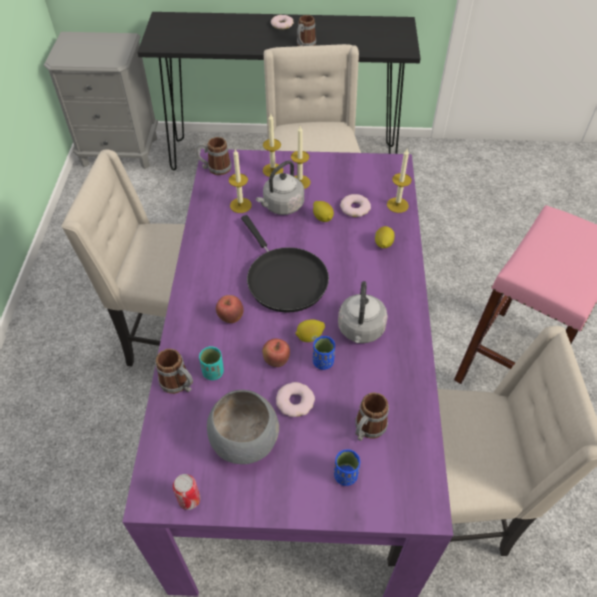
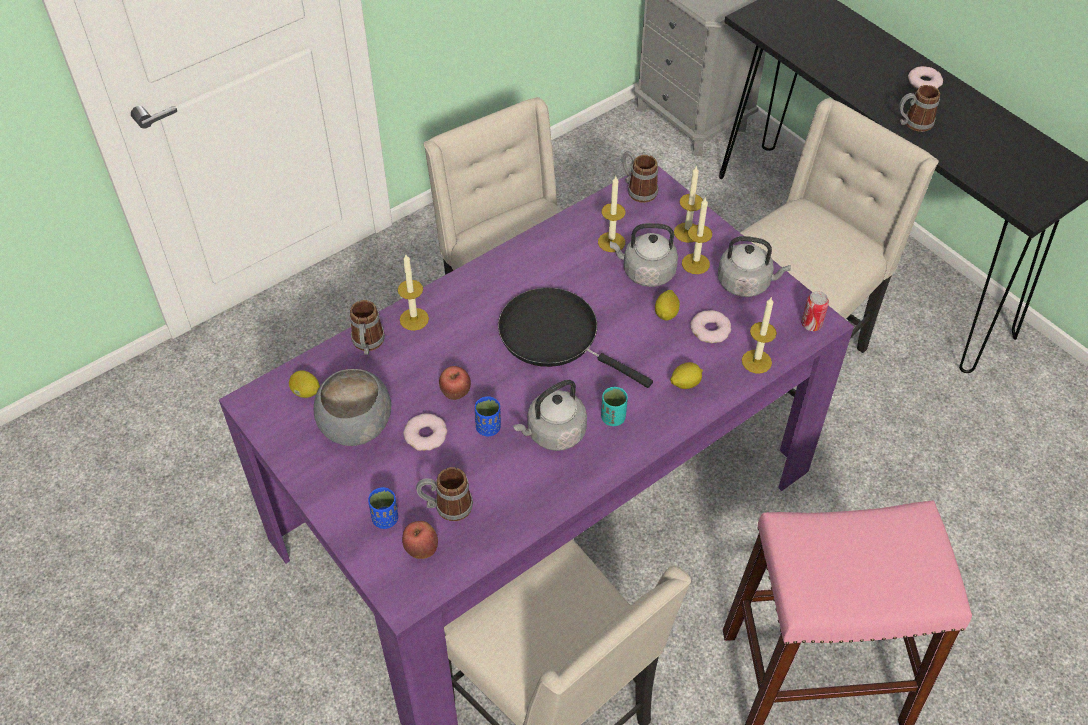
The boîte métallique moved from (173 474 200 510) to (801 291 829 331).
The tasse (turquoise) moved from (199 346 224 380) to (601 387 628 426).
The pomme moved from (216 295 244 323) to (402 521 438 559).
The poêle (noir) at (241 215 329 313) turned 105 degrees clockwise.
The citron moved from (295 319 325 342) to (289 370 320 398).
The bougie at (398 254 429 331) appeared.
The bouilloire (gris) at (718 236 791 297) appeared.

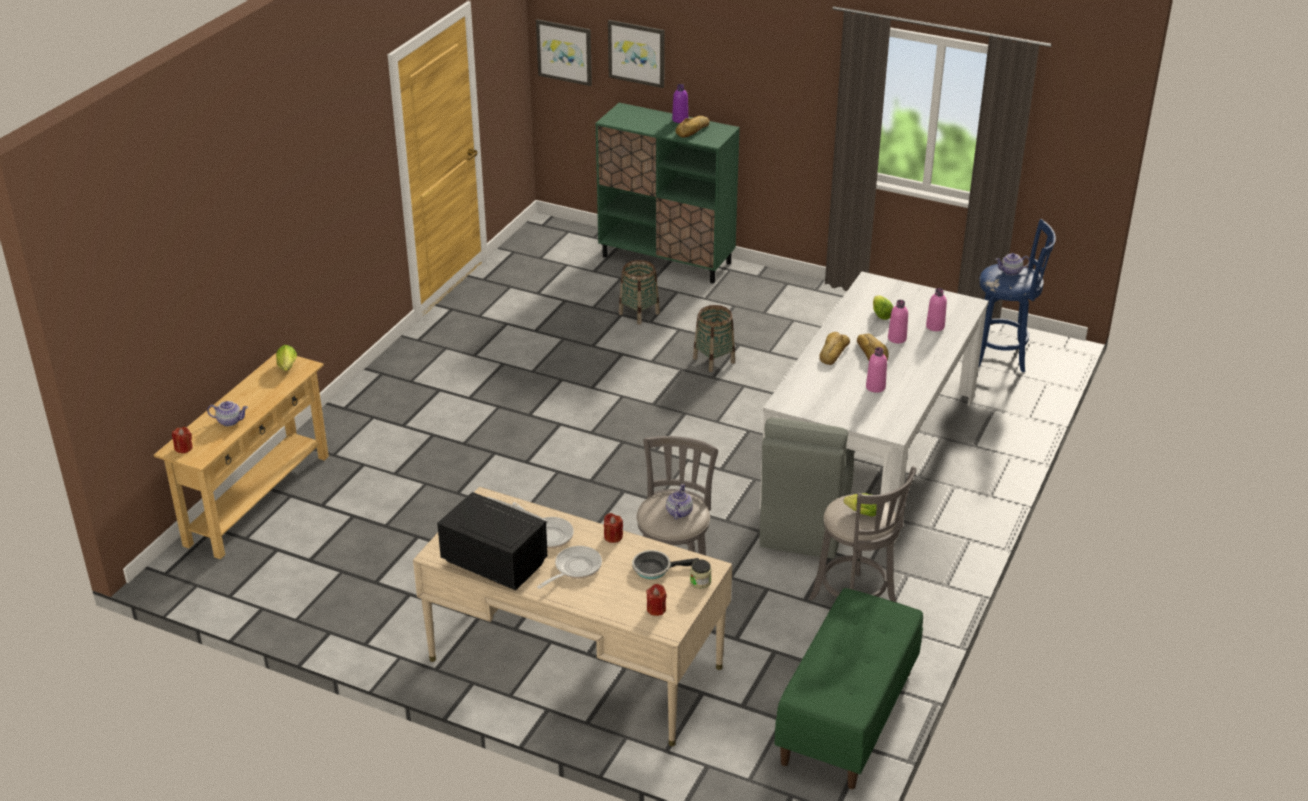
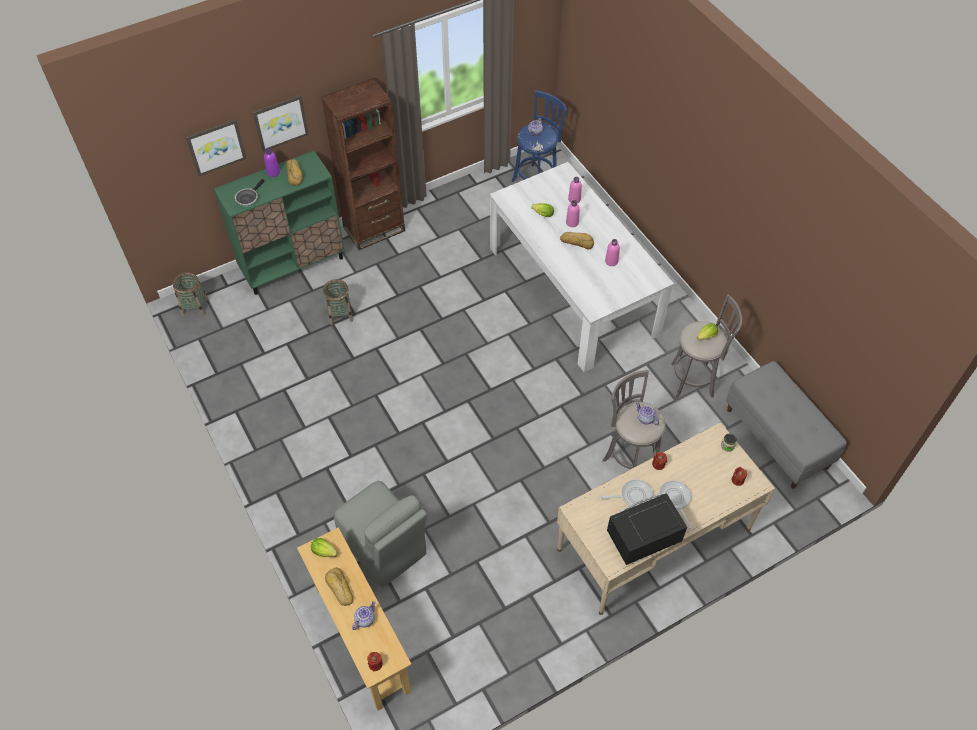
The tableau moved from (536 19 592 86) to (253 95 309 152).
The poêle moved from (632 550 699 579) to (235 179 264 207).
The panier moved from (693 305 735 372) to (173 272 208 316).
The chaise (gris) moved from (760 418 855 559) to (334 481 427 587).
The banc (vert) at (774 588 923 789) became the banc (gris) at (726 361 847 489).
The pain moved from (820 332 850 365) to (325 568 354 606).
The bibliothèque (marron) at (321 78 405 250) appeared.

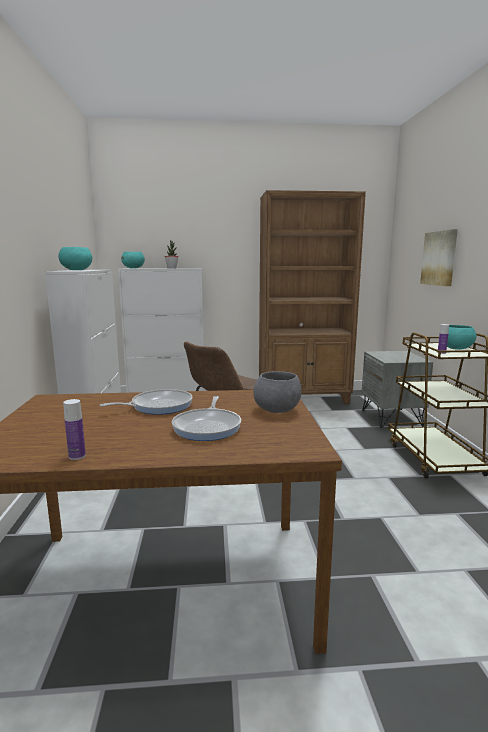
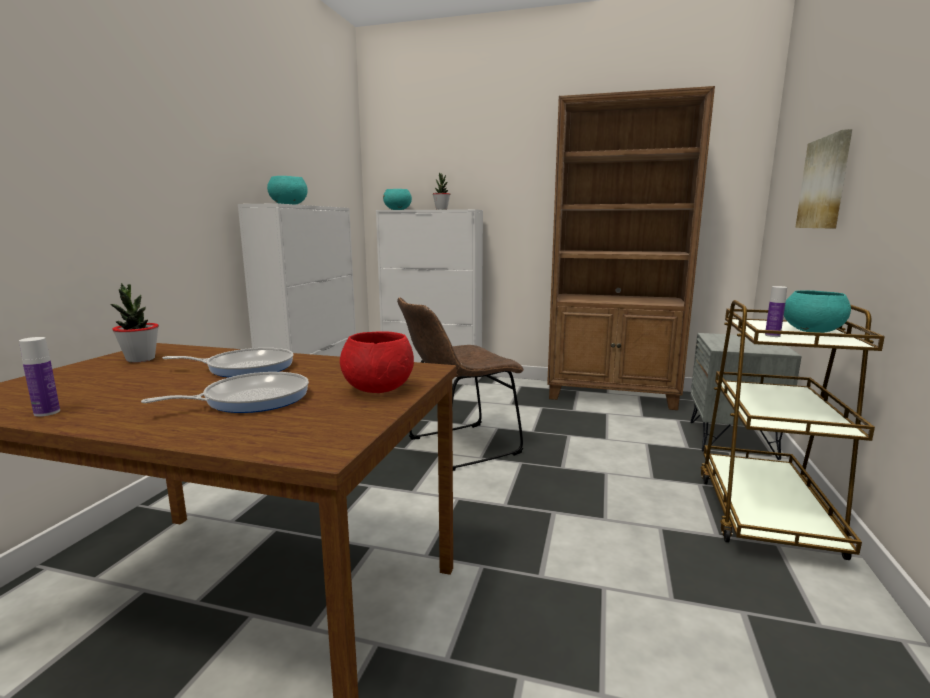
The poêle at (172 396 241 441) turned 150 degrees counterclockwise.
The bol (gris) at (253 371 302 413) became the bol (rouge) at (340 331 414 393).
The plante en pot at (110 283 159 363) appeared.

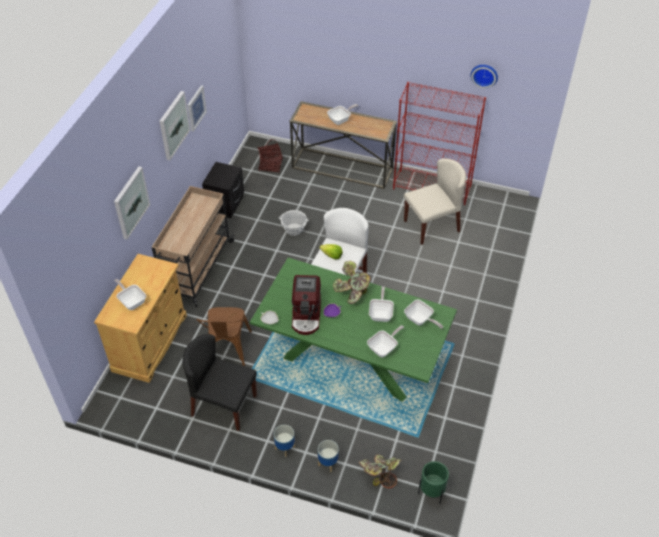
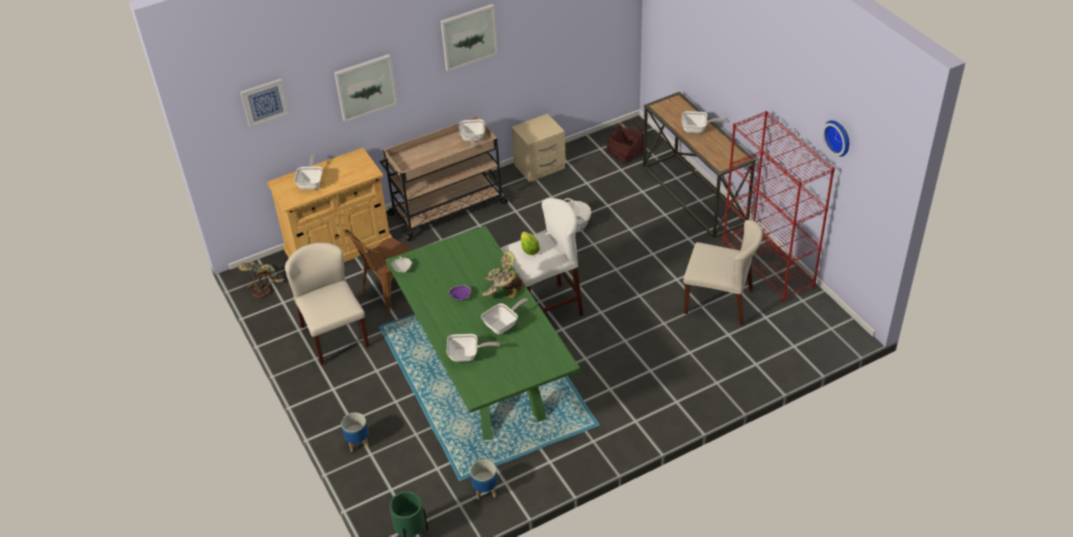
The chaise (noir) at (182 334 257 431) became the chaise (beige) at (285 242 369 365).
The tableau moved from (187 85 207 132) to (240 79 289 128).
The table de chevet (noir) at (202 162 244 218) became the table de chevet (beige) at (512 114 566 182).
The cache-pot moved from (274 425 295 457) to (470 460 497 500).
The machine à café at (292 275 321 335) disappeared.
The plante en pot moved from (359 454 401 489) to (238 261 284 298).
The poêle moved from (404 299 443 329) to (459 119 485 148).

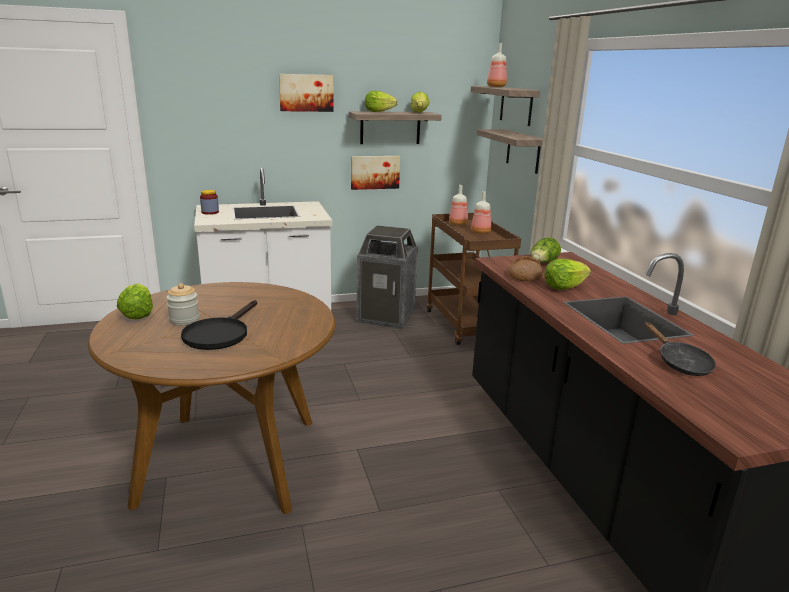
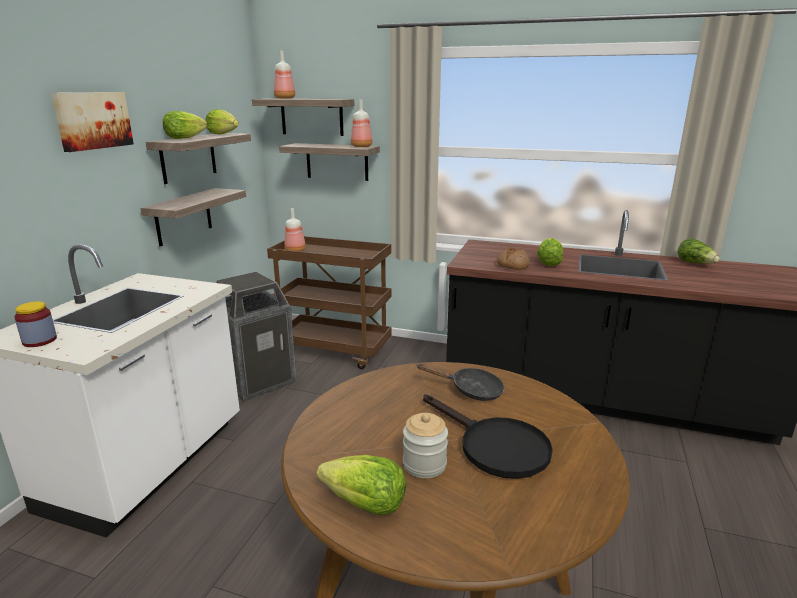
The tableau at (351 156 400 190) was replaced by the étagère at (141 188 246 246).
The bouteille moved from (471 192 491 234) to (351 100 372 147).
The laitue moved from (530 237 561 263) to (678 238 720 264).
The poêle (noir) moved from (645 322 716 376) to (418 363 504 401).

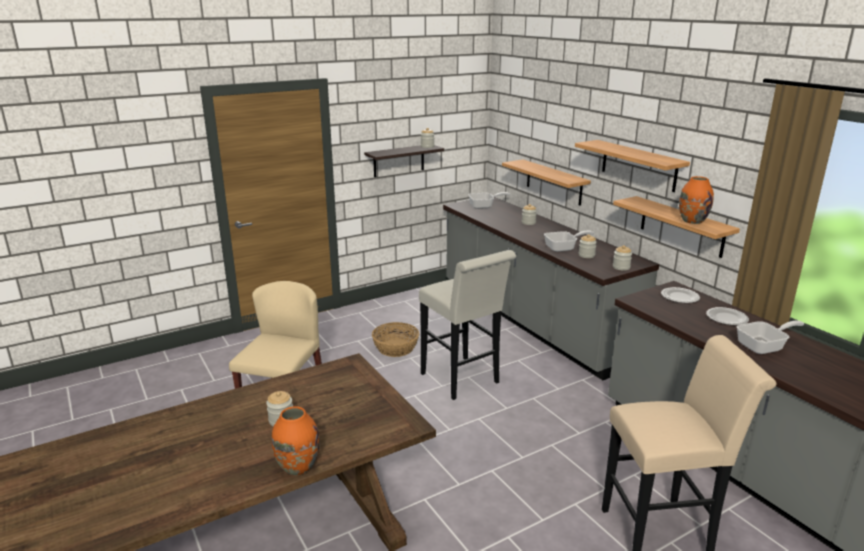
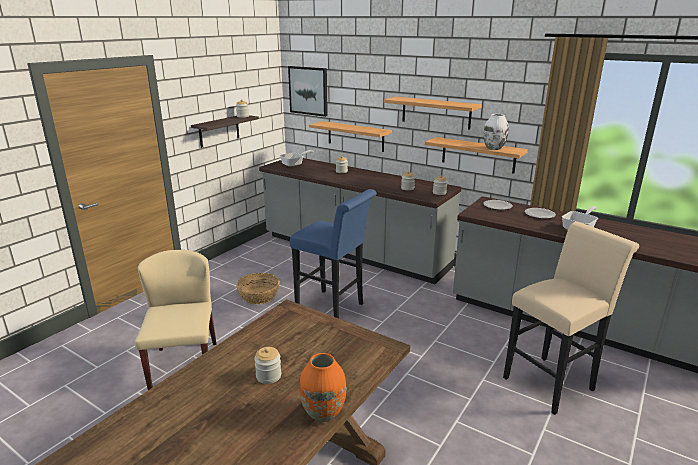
The tabouret (blanc) at (419 250 516 400) became the tabouret (bleu) at (290 189 377 319).
The poêle at (544 231 594 252) disappeared.
The vase (orange) at (679 176 714 224) became the vase (blanc) at (483 114 509 150).
The tableau at (288 66 328 117) appeared.

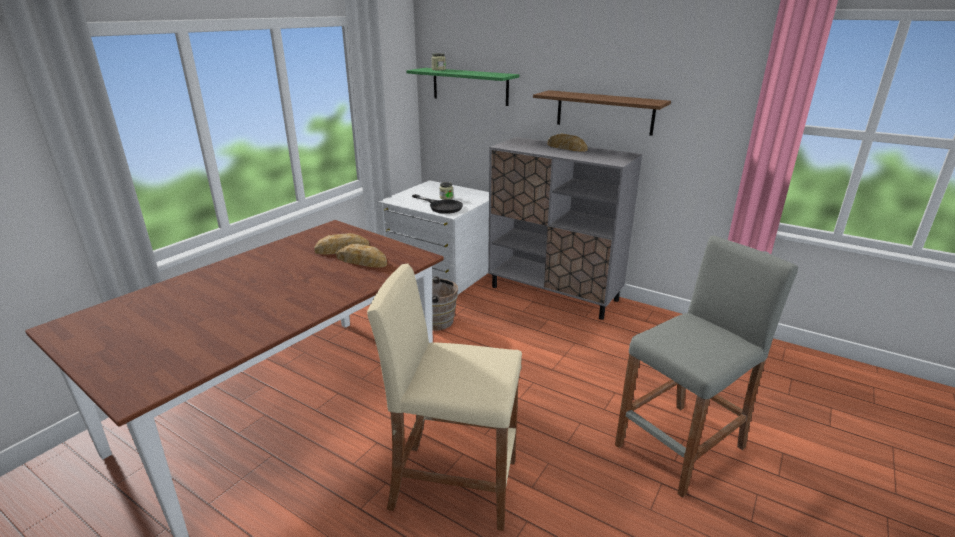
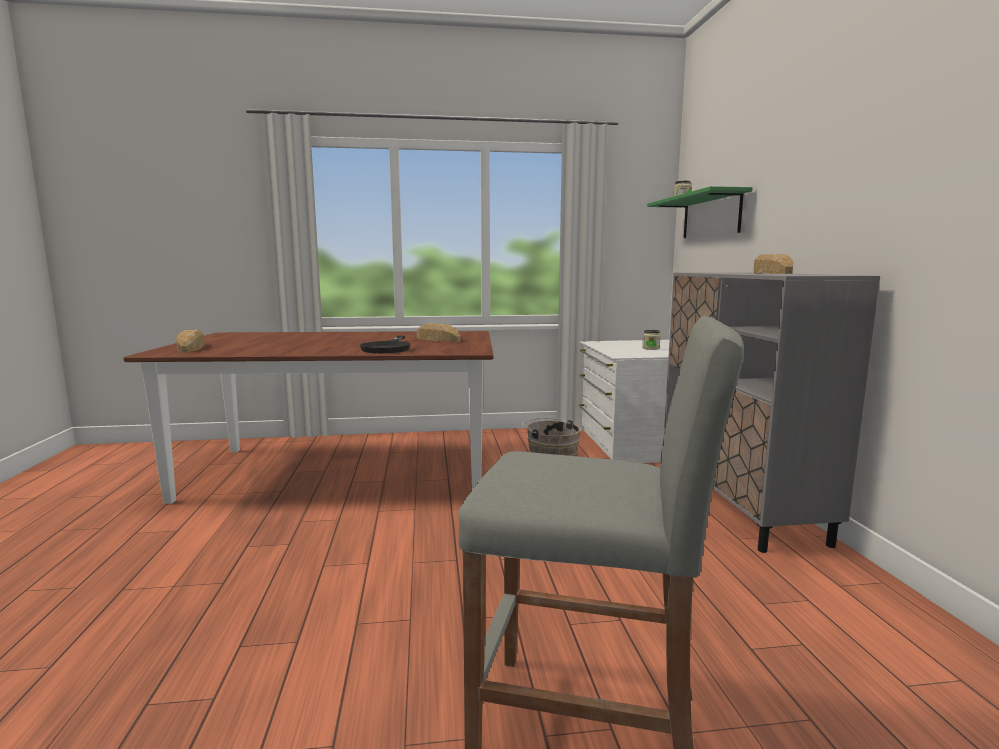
The pain moved from (336 244 387 268) to (176 330 205 352).
The tabouret (beige) at (367 264 522 531) disappeared.
The poêle (noir) moved from (412 194 463 214) to (359 336 411 353).
The étagère (marron) at (533 90 671 136) disappeared.

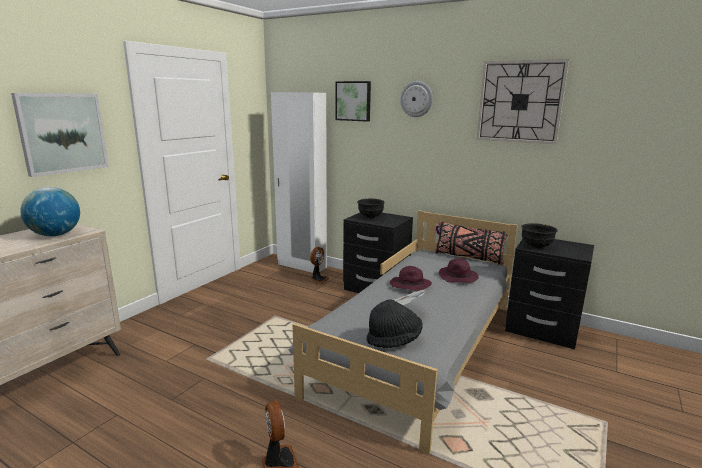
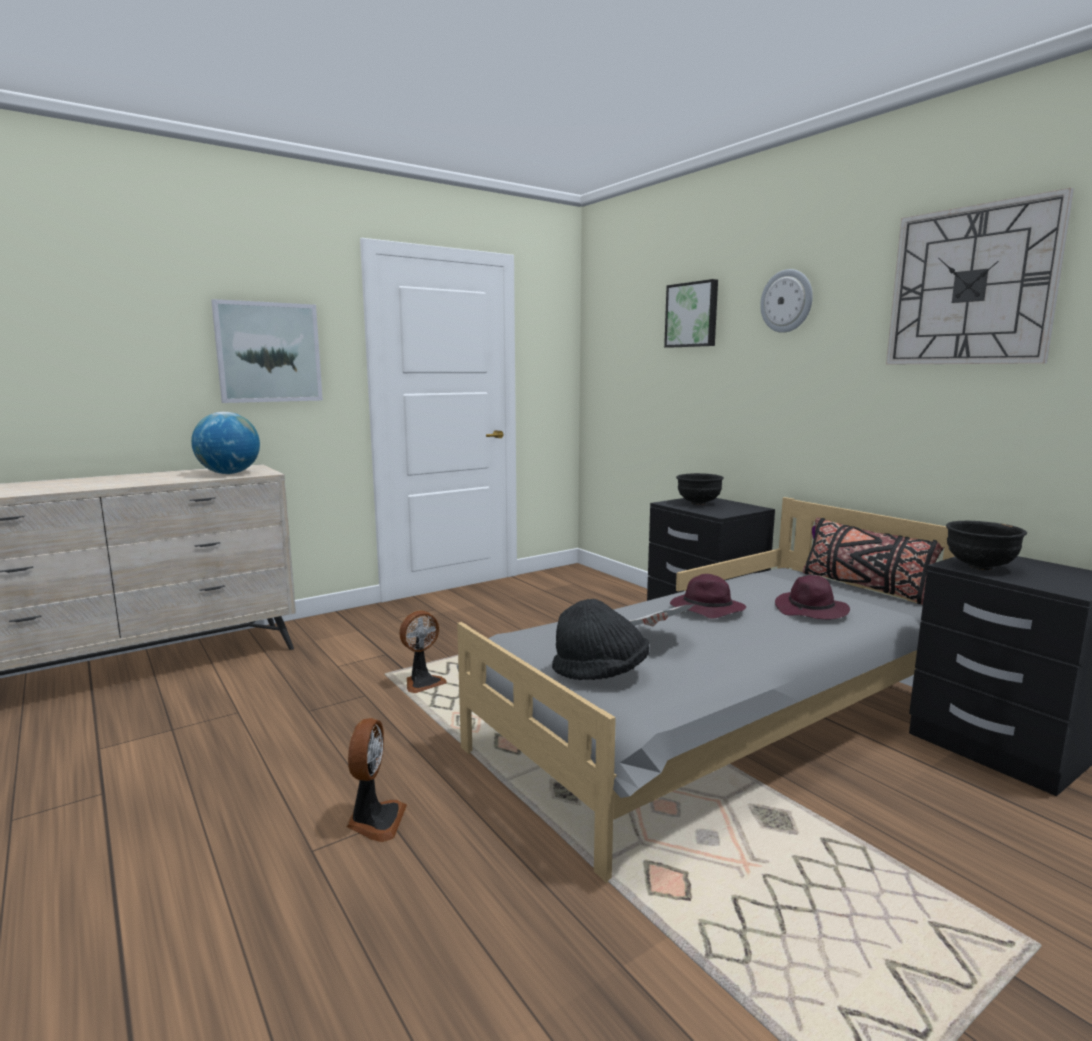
The armoire (blanc) at (271 92 327 273) disappeared.
The ventilateur moved from (310 247 330 285) to (399 611 447 693).

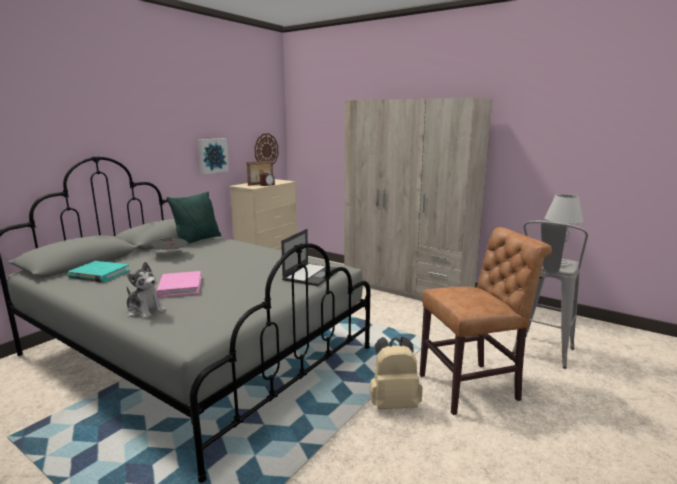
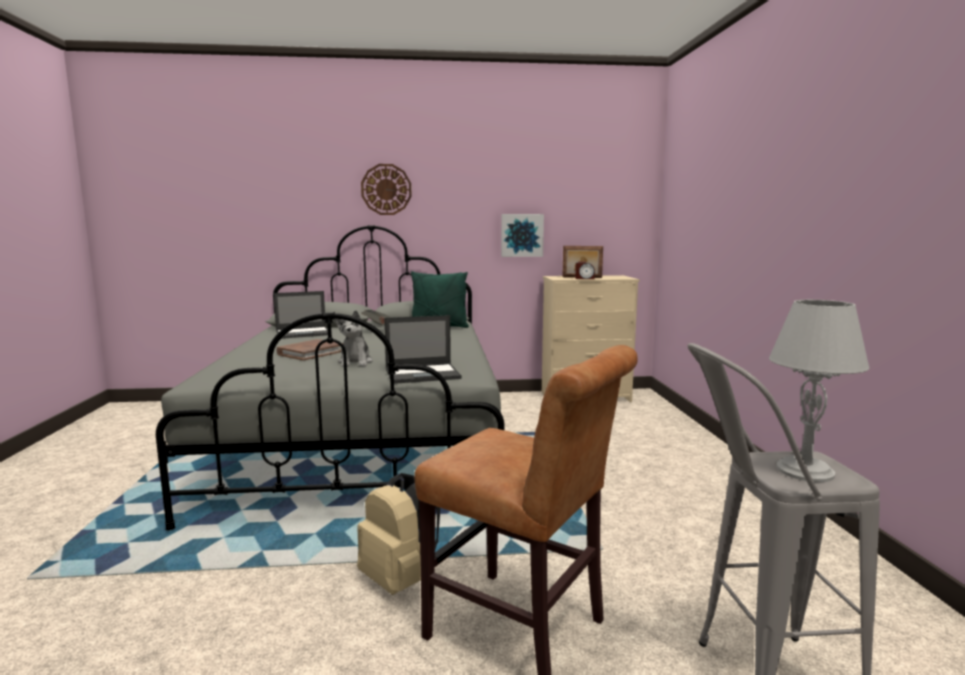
The livre (turquoise) at (68 261 130 283) was replaced by the ordinateur portable at (273 291 328 339).
The peluche moved from (127 262 167 319) to (335 310 373 367).
The livre (rose) at (156 271 201 298) became the livre (marron) at (277 339 343 361).
The horloge murale moved from (254 133 279 165) to (361 164 412 215).
The armoire (beige) at (344 97 492 301) disappeared.

